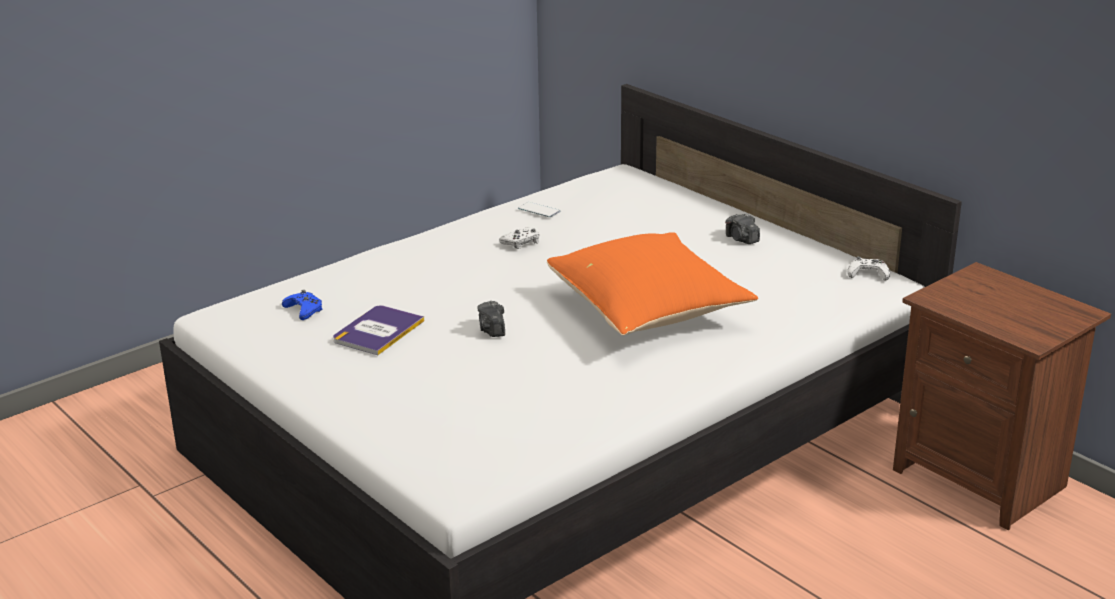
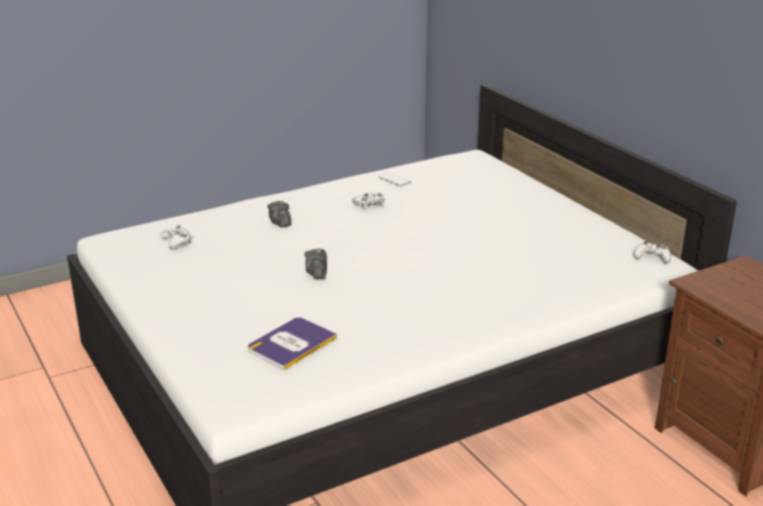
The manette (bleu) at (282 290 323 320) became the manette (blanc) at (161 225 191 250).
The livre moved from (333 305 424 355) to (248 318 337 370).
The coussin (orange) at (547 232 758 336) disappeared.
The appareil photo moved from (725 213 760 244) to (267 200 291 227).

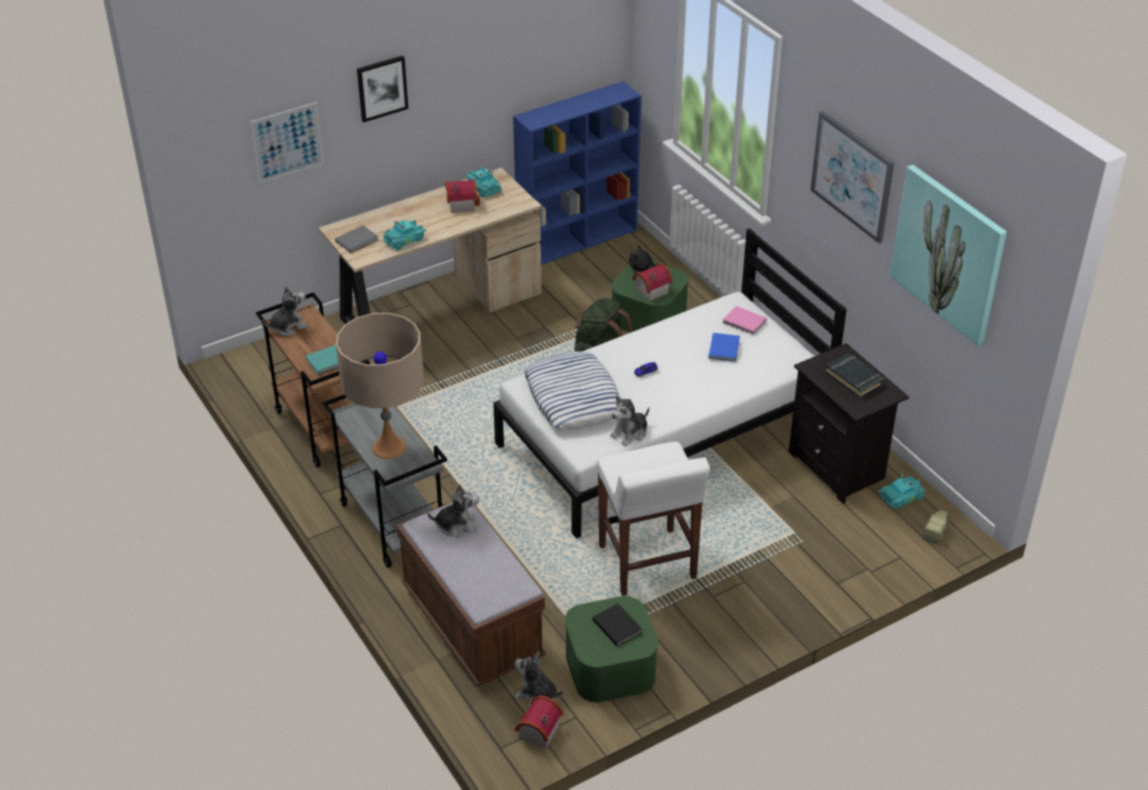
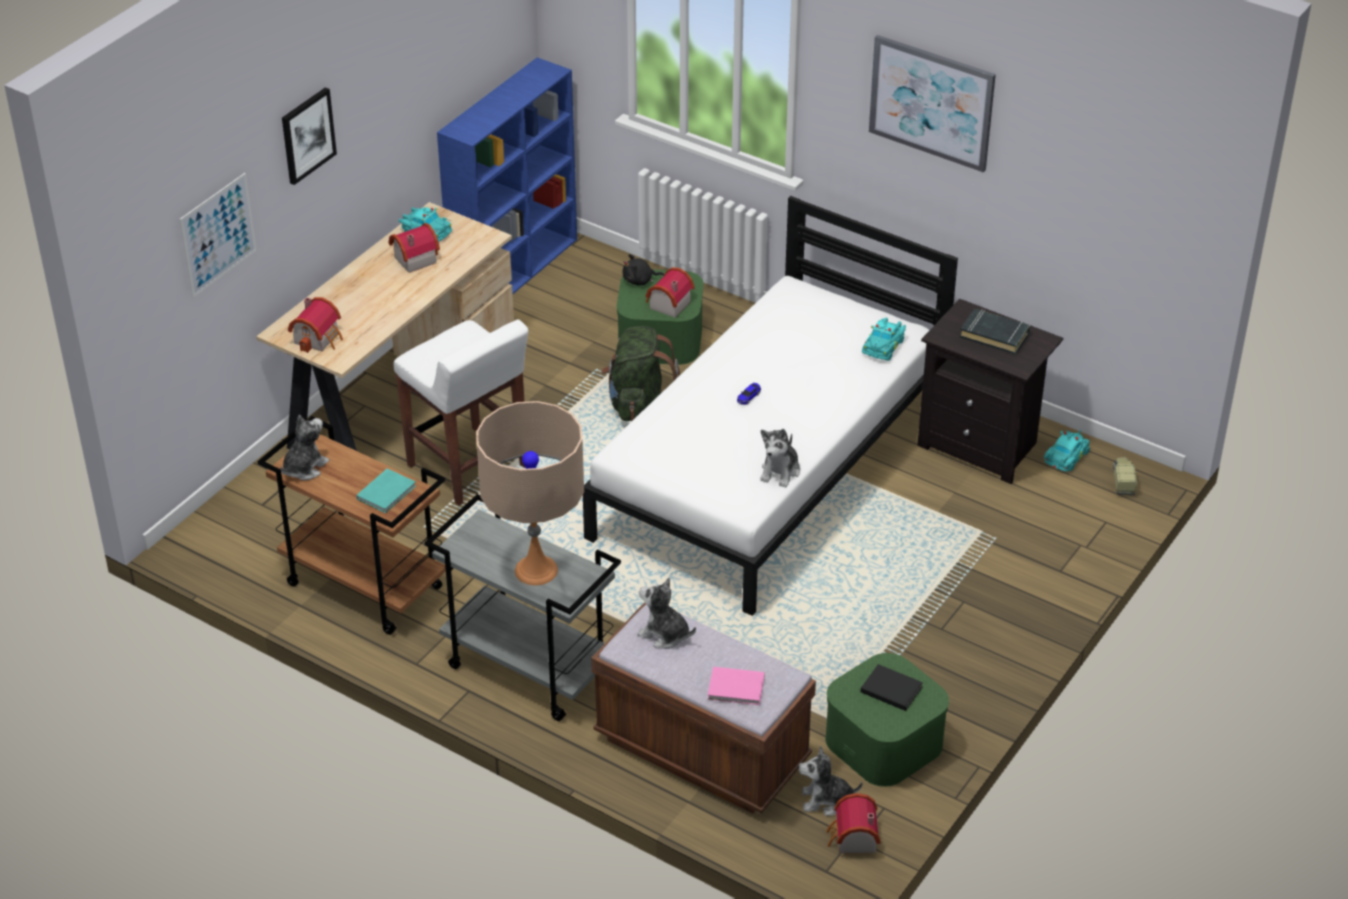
The livre (gris) at (335 225 379 253) was replaced by the maison miniature at (288 297 343 353).
The petite voiture (turquoise) moved from (382 220 426 250) to (862 317 906 361).
The peluche at (428 484 479 537) turned 120 degrees counterclockwise.
The coussin at (524 351 620 430) disappeared.
The tabouret (blanc) moved from (597 442 710 596) to (394 319 529 506).
The livre (bleu) at (708 333 740 362) disappeared.
The livre (rose) moved from (723 306 767 335) to (708 667 765 705).
The tableau at (890 165 1007 346) disappeared.

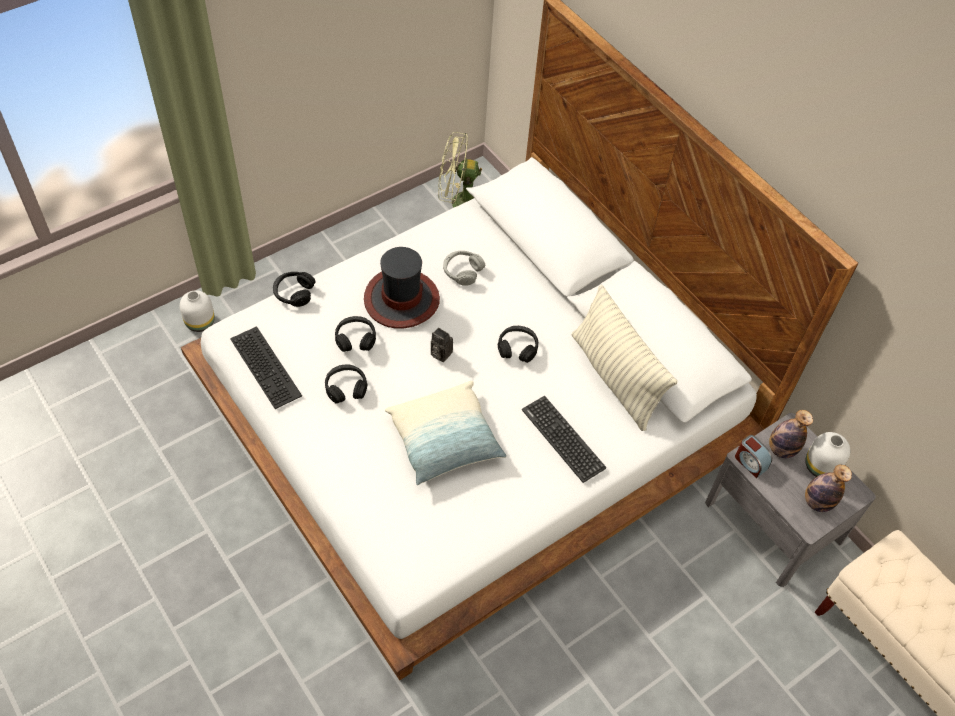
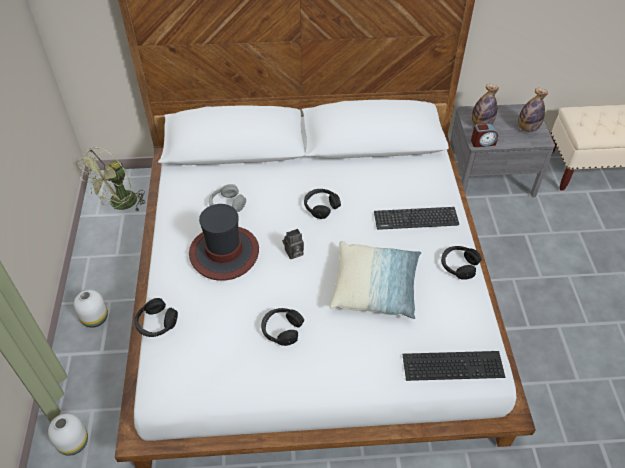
The clavier moved from (230 326 302 409) to (402 351 505 381).
The casque audio (noir) moved from (335 316 376 352) to (441 246 482 280).
The coussin at (572 285 678 431) disappeared.
The vase (blanc) moved from (805 432 850 477) to (74 290 108 328).

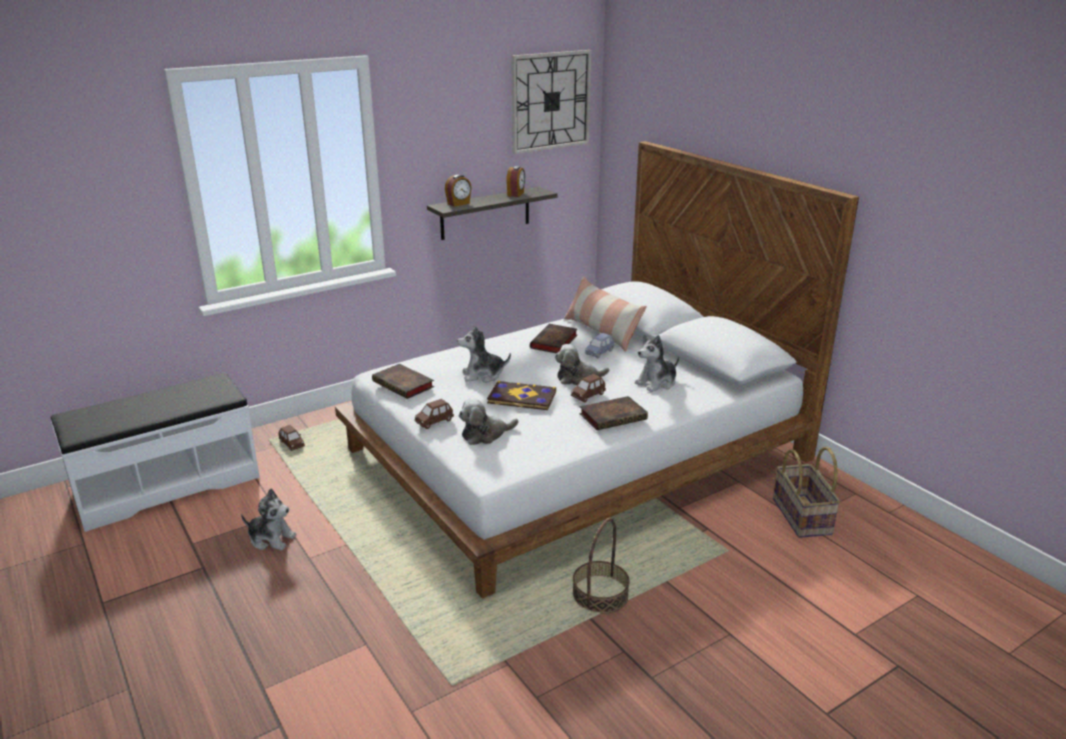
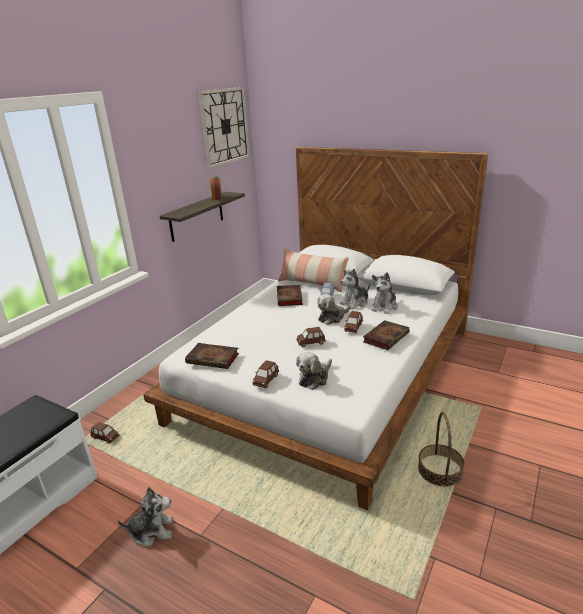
The réveil at (445 175 472 207) disappeared.
The peluche moved from (457 326 511 383) to (340 269 370 309).
The livre at (487 381 556 410) was replaced by the petite voiture (marron) at (296 327 326 347).
The panier at (773 447 841 538) disappeared.

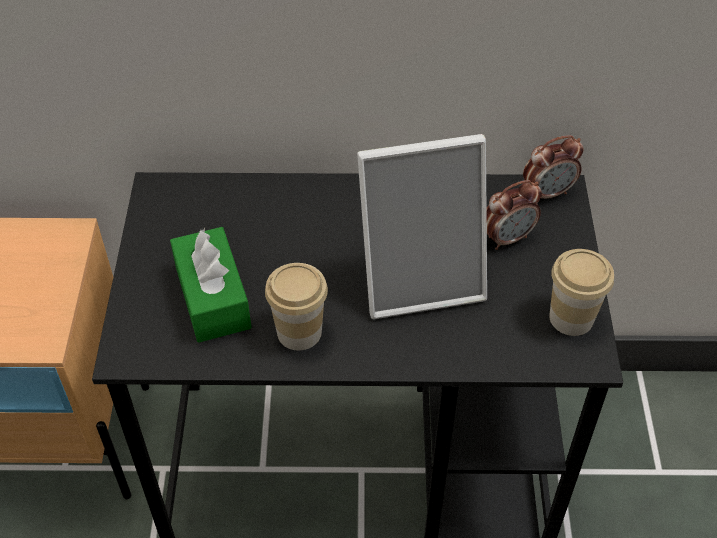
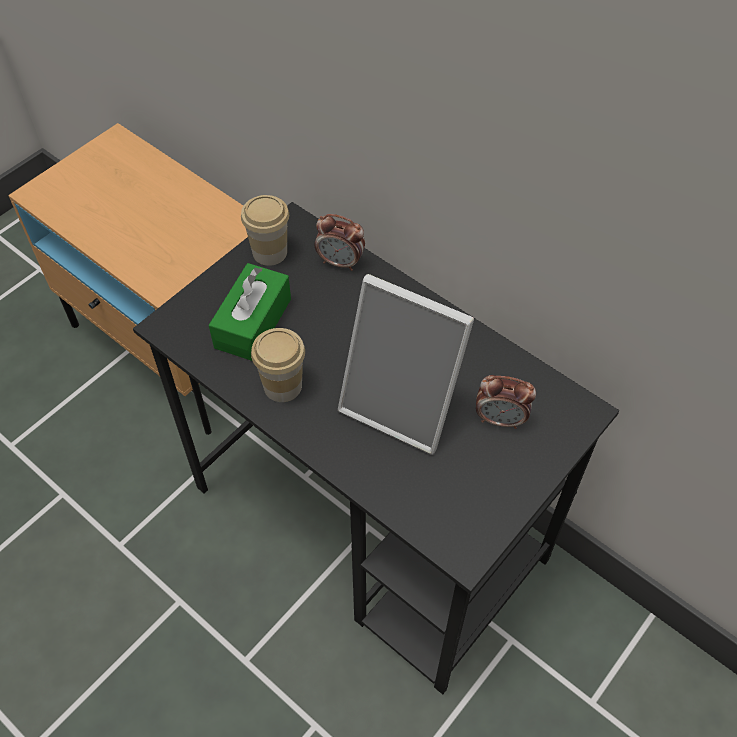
The réveil moved from (523 135 584 199) to (315 214 365 271).
The tasse moved from (549 249 614 336) to (241 195 289 266).

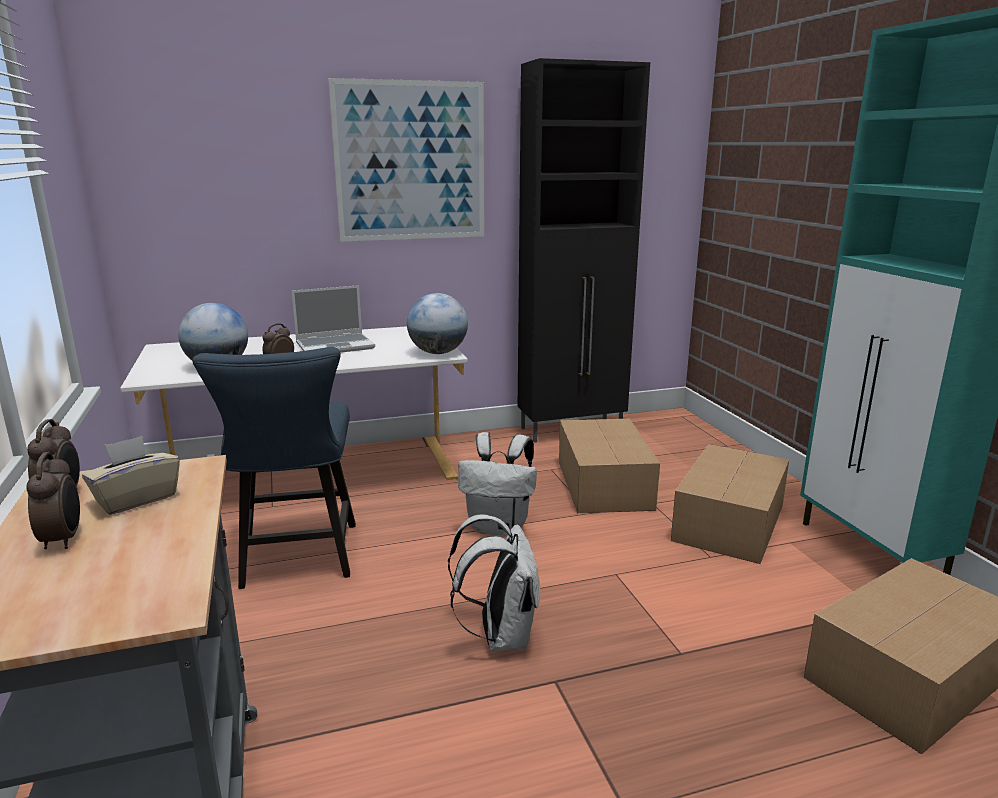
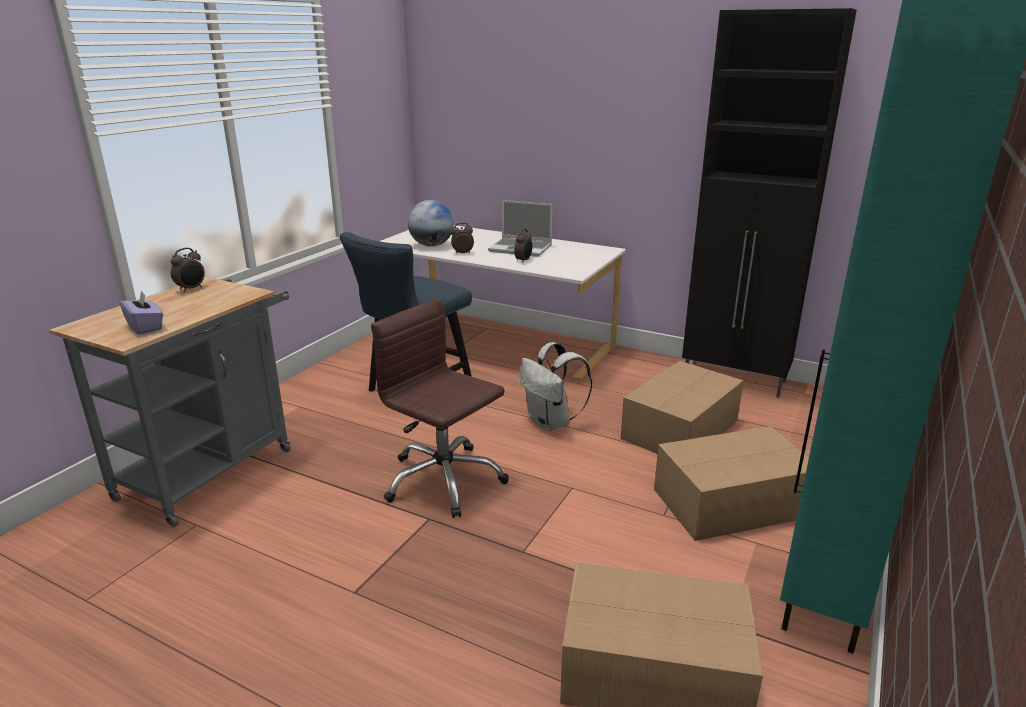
The réveil moved from (26 452 80 549) to (514 229 533 263).
The boîte à mouchoirs (beige) at (82 436 180 515) disappeared.
The tableau at (328 78 484 242) disappeared.
The globe at (407 293 468 354) disappeared.
The sac à dos (blanc) at (448 515 540 651) was replaced by the chaise de bureau (marron) at (371 298 509 518).
The boîte à mouchoirs (violet) at (120 290 163 335) appeared.

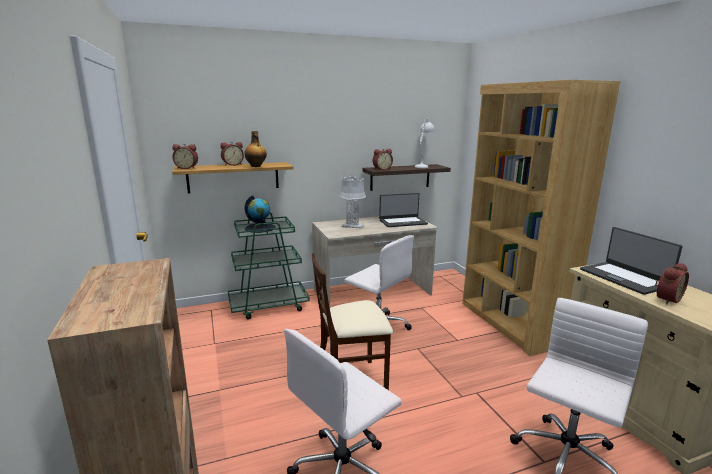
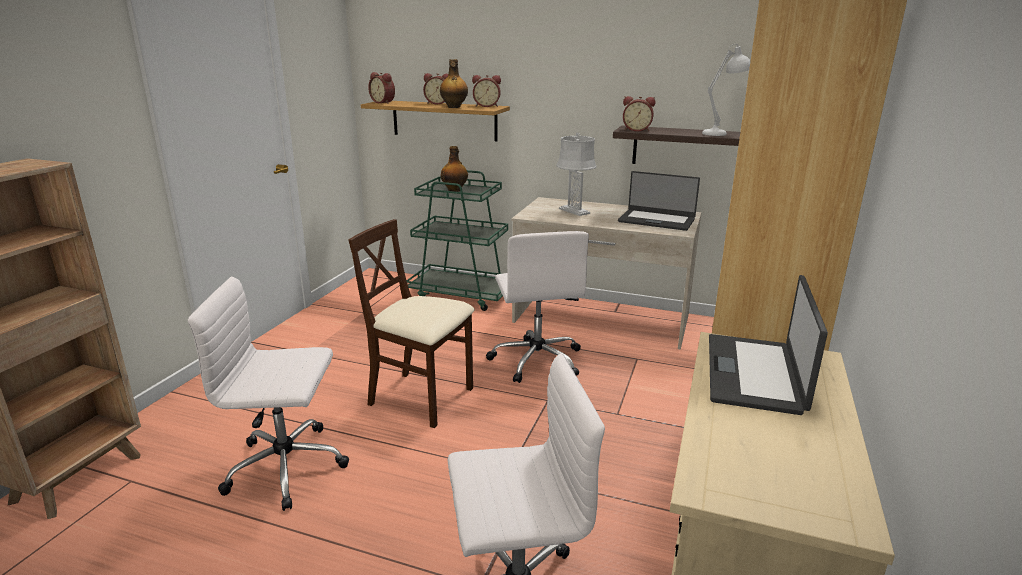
The globe at (245 195 275 233) was replaced by the bouteille at (440 146 468 192).
The réveil moved from (655 263 689 304) to (472 75 501 107).

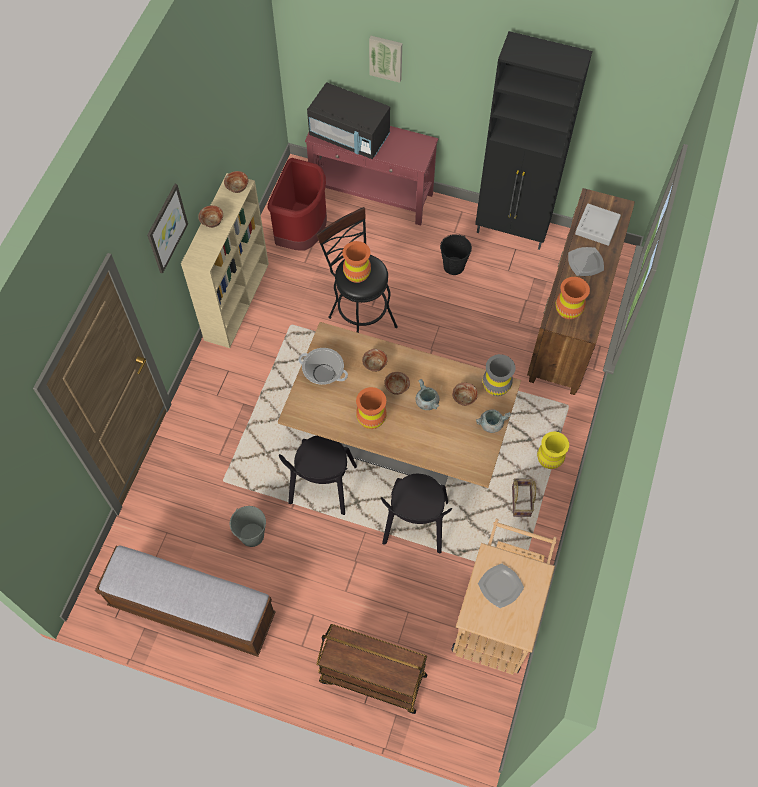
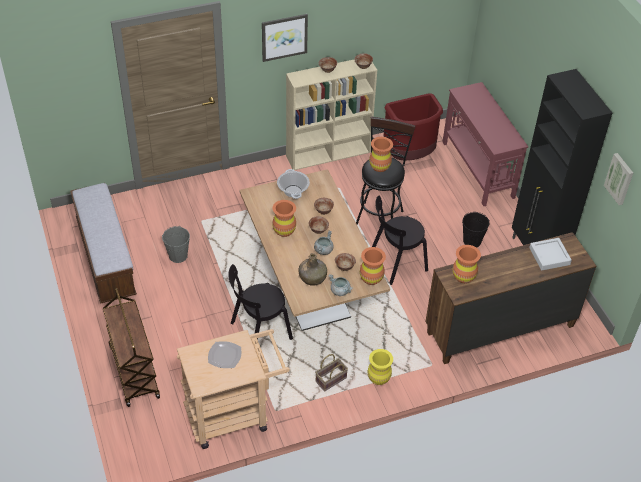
The chaise (noir) moved from (279 436 357 515) to (372 196 428 285).
The micro-ondes (noir) at (307 82 390 159) disappeared.
The tableau moved from (369 36 402 83) to (604 153 633 205).
The vase (gris) at (483 354 515 396) became the vase (orange) at (360 247 386 285).
The assiette at (568 247 604 276) disappeared.
The bouteille (vert) at (298 253 327 286) appeared.

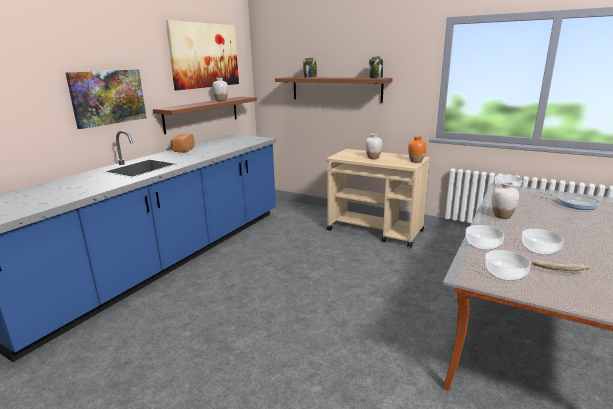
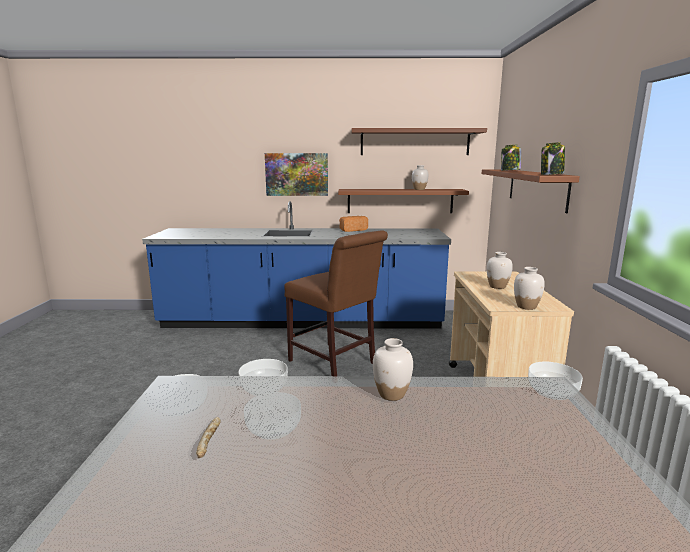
The tableau at (166 20 239 90) was replaced by the étagère (marron) at (351 128 487 155).
The vase (orange) at (408 136 426 163) became the vase (blanc) at (514 267 545 310).
The poêle at (539 191 600 210) disappeared.
The chaise (marron) at (284 230 388 376) appeared.

